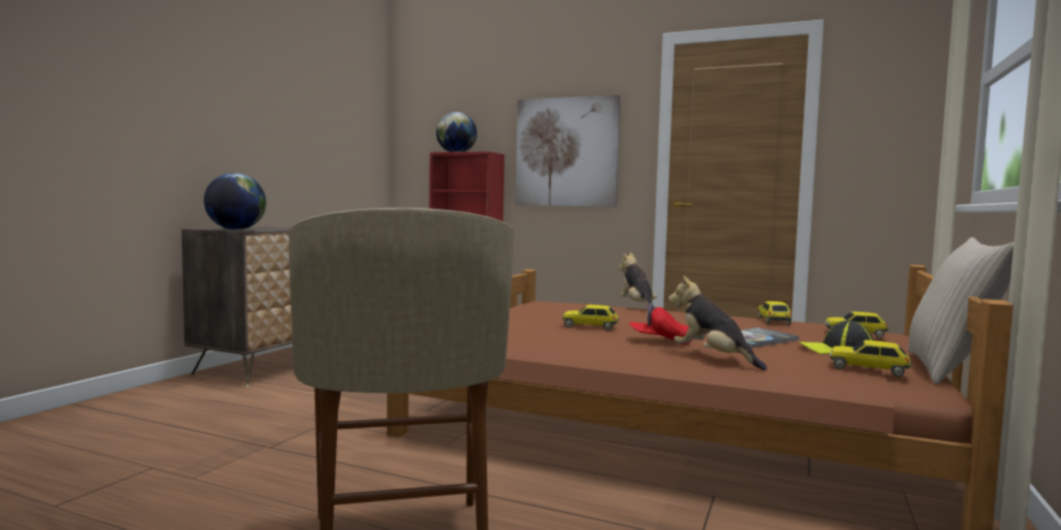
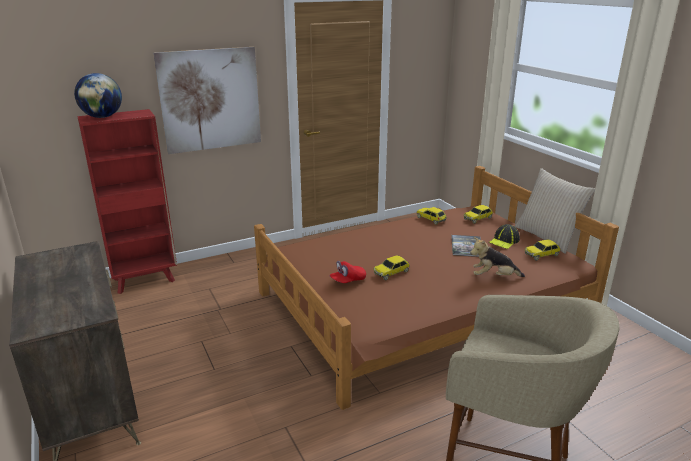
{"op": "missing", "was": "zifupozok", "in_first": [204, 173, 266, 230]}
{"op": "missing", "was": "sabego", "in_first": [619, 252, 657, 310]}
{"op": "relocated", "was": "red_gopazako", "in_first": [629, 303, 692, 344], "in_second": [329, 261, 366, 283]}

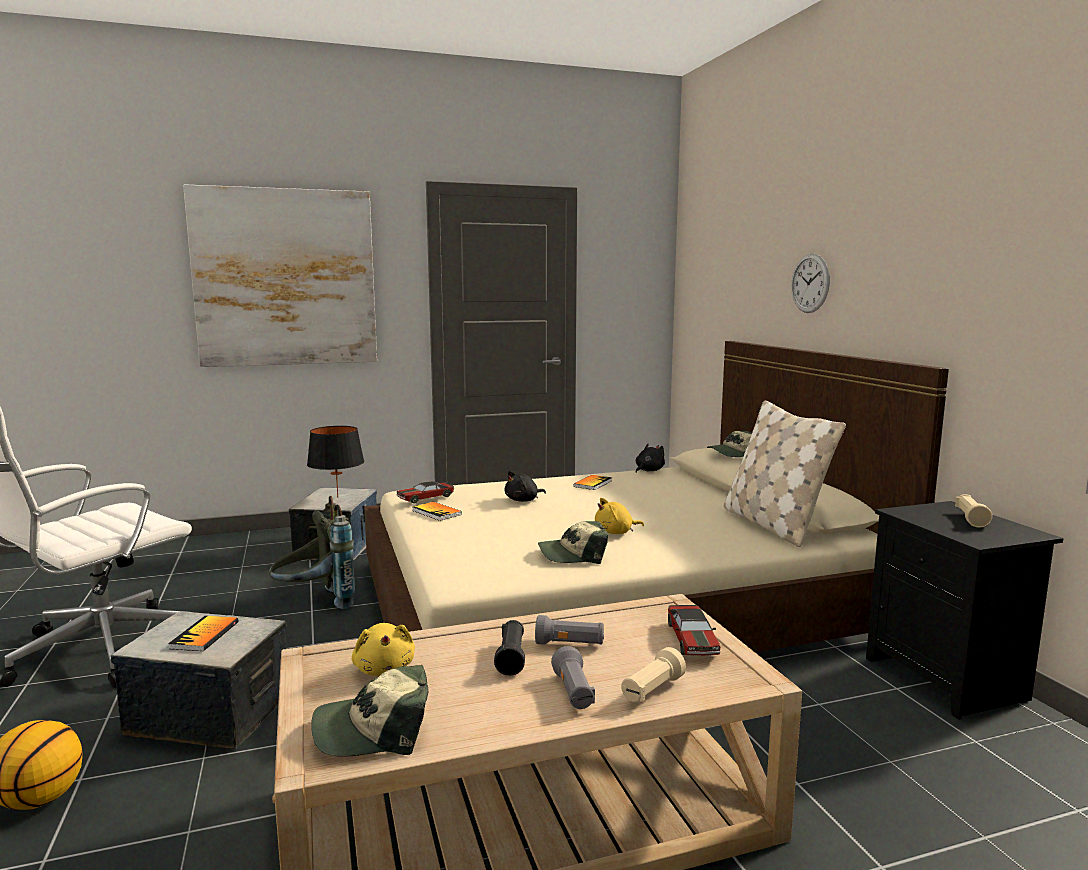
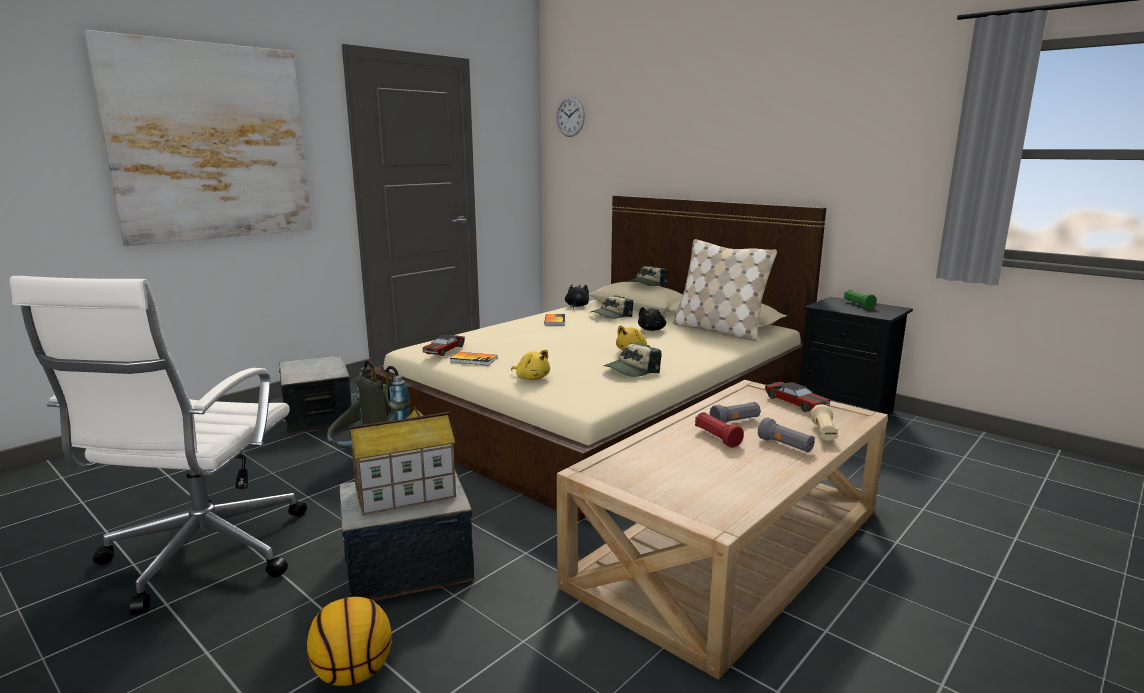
{"op": "relocated", "was": "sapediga", "in_first": [791, 254, 830, 313], "in_second": [556, 96, 585, 137]}
{"op": "missing", "was": "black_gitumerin", "in_first": [307, 426, 364, 498]}
{"op": "relocated", "was": "black_sabego", "in_first": [505, 471, 546, 502], "in_second": [638, 307, 666, 331]}
{"op": "colour", "was": "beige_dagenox", "now": "green_dagenox", "in_first": [955, 494, 993, 528], "in_second": [844, 290, 877, 309]}
{"op": "exchanged", "was": "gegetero", "now": "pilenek", "in_first": [168, 616, 238, 651], "in_second": [349, 407, 456, 515]}
{"op": "colour", "was": "black_dagenox", "now": "red_dagenox", "in_first": [494, 620, 525, 676], "in_second": [695, 412, 744, 448]}
{"op": "relocated", "was": "yellow_sabego", "in_first": [352, 623, 415, 676], "in_second": [511, 350, 550, 380]}
{"op": "relocated", "was": "gopazako", "in_first": [311, 665, 429, 757], "in_second": [591, 295, 633, 319]}

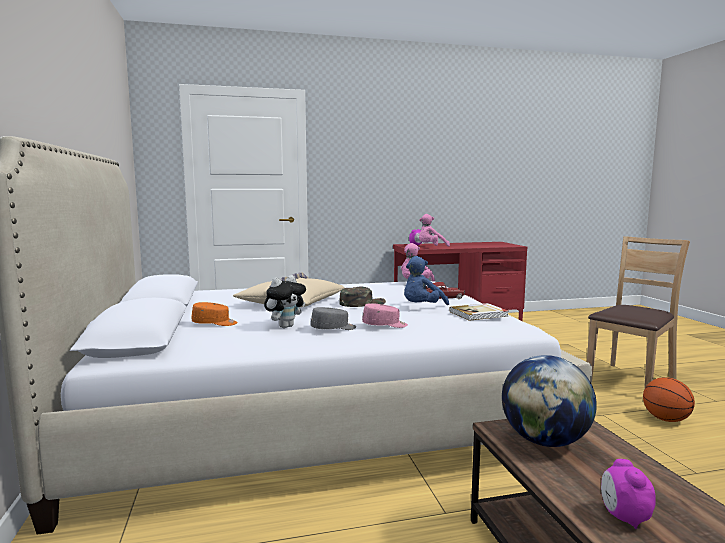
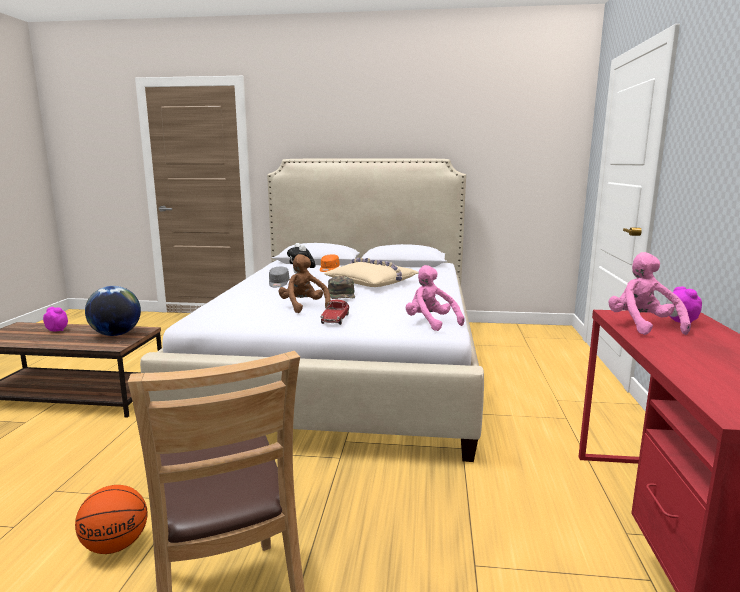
{"op": "colour", "was": "blue_sabego", "now": "brown_sabego", "in_first": [404, 256, 449, 305], "in_second": [279, 254, 331, 313]}
{"op": "missing", "was": "pink_gopazako", "in_first": [362, 303, 408, 328]}
{"op": "missing", "was": "gegetero", "in_first": [449, 303, 508, 321]}

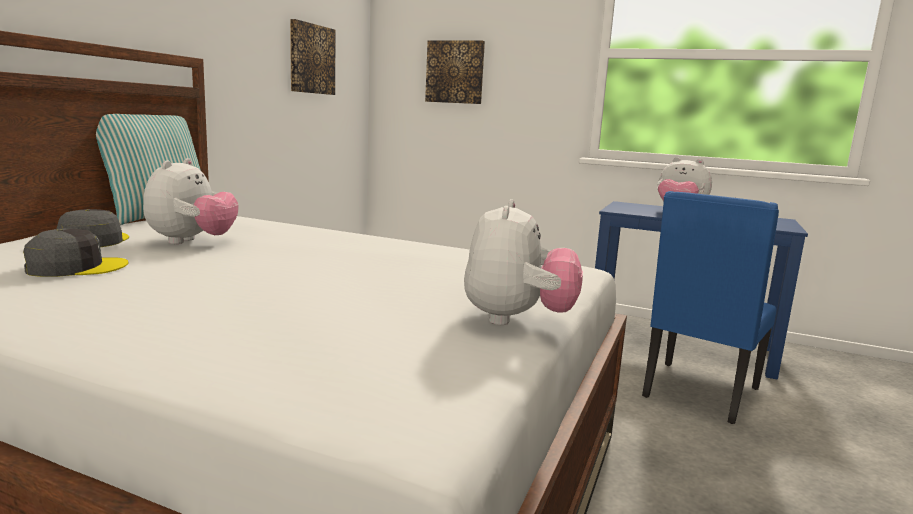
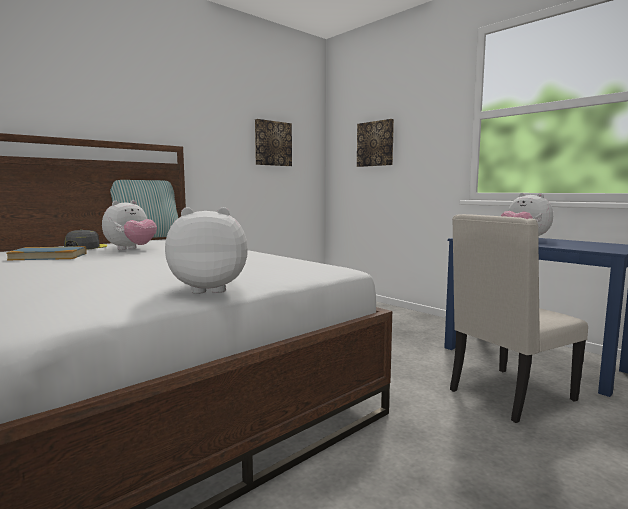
{"op": "colour", "was": "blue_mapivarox", "now": "beige_mapivarox", "in_first": [642, 191, 779, 424], "in_second": [450, 214, 588, 423]}
{"op": "spun", "was": "sabego", "in_first": [464, 199, 583, 325], "in_second": [165, 207, 248, 294], "clockwise": -135}
{"op": "exchanged", "was": "grey_gopazako", "now": "gegetero", "in_first": [23, 229, 129, 277], "in_second": [6, 246, 87, 260]}

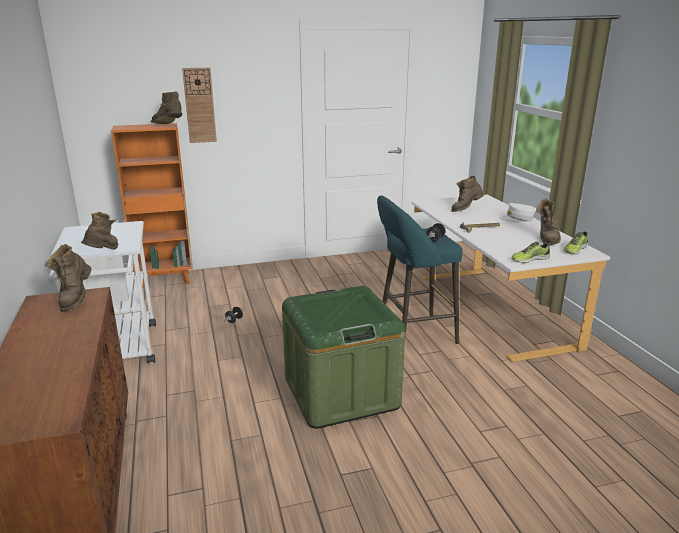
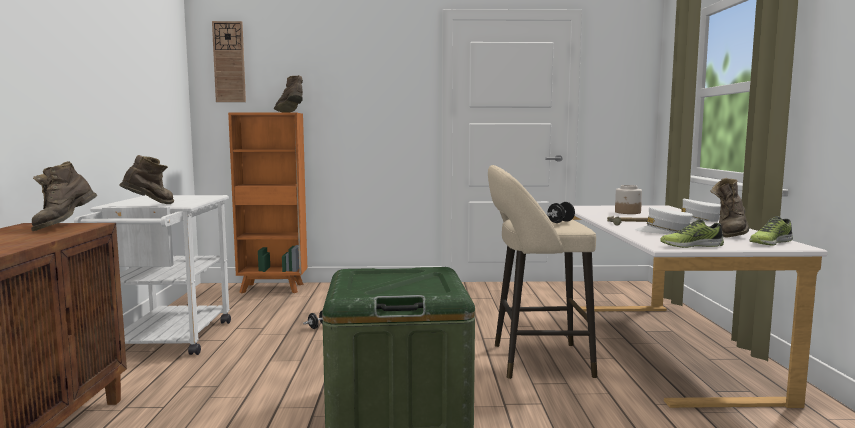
{"op": "relocated", "was": "sapediga", "in_first": [182, 68, 217, 143], "in_second": [212, 21, 246, 102]}
{"op": "exchanged", "was": "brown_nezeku", "now": "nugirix", "in_first": [451, 176, 484, 212], "in_second": [615, 185, 642, 214]}
{"op": "colour", "was": "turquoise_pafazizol", "now": "beige_pafazizol", "in_first": [377, 195, 462, 344], "in_second": [488, 165, 597, 379]}
{"op": "appeared", "now": "white_gopazako", "in_second": [635, 207, 693, 234]}

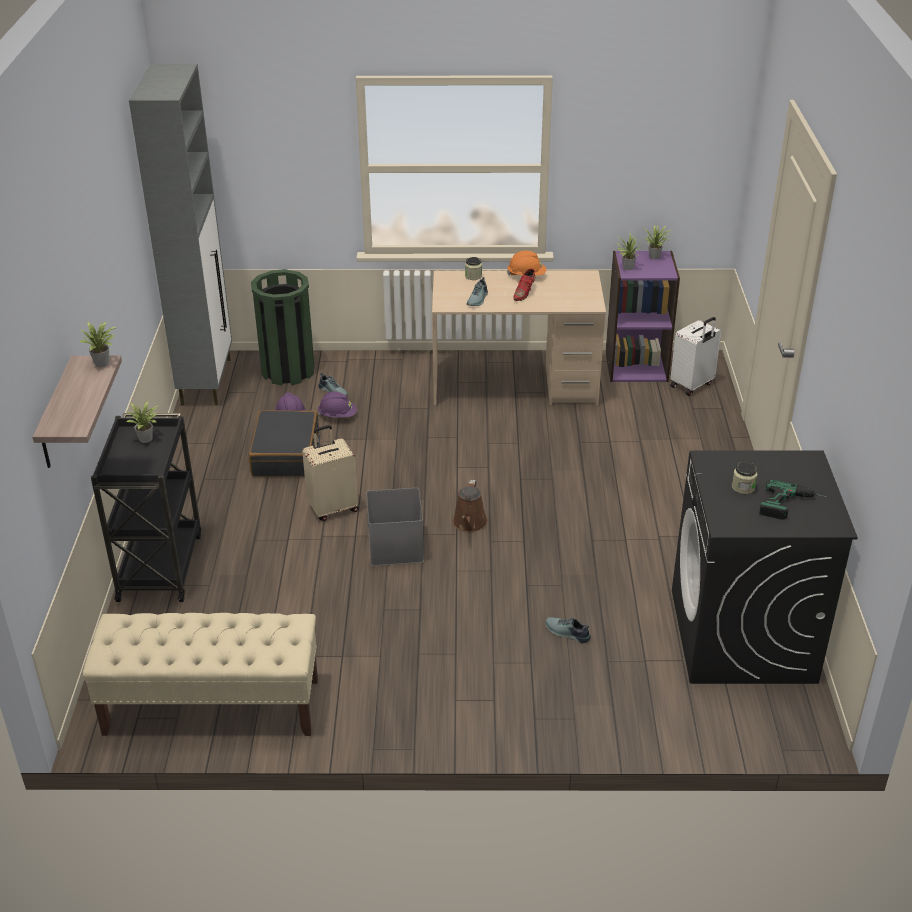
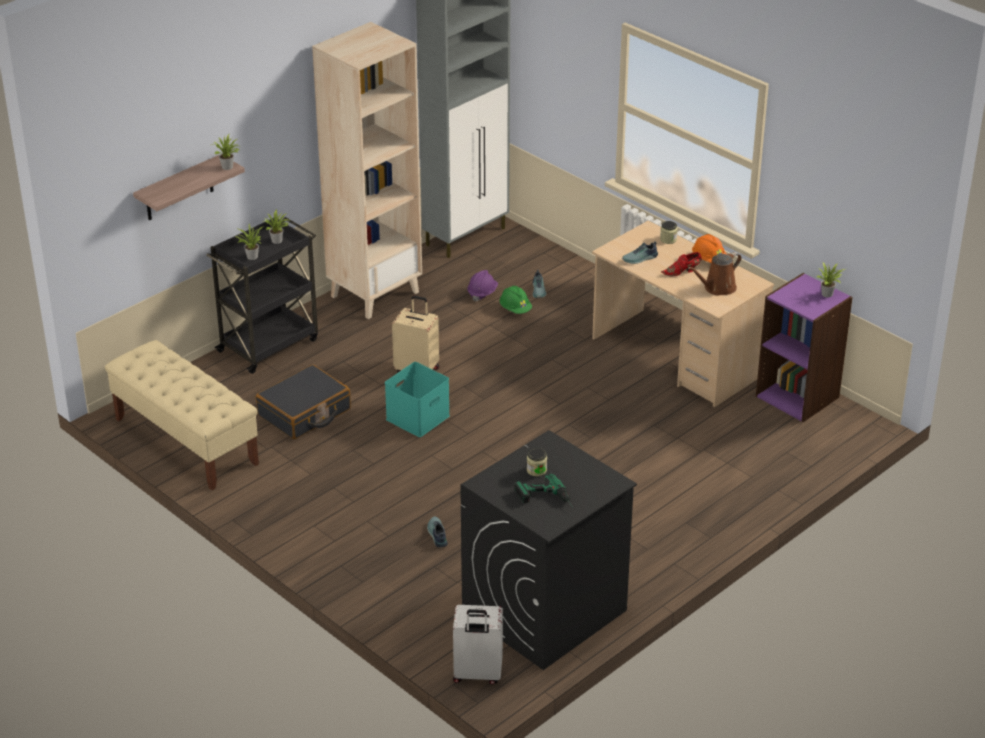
{"op": "relocated", "was": "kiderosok", "in_first": [616, 233, 641, 270], "in_second": [235, 224, 264, 260]}
{"op": "missing", "was": "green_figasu", "in_first": [251, 269, 315, 385]}
{"op": "relocated", "was": "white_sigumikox", "in_first": [670, 317, 722, 396], "in_second": [453, 605, 503, 685]}
{"op": "colour", "was": "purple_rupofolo", "now": "green_rupofolo", "in_first": [318, 392, 357, 417], "in_second": [500, 286, 532, 314]}
{"op": "relocated", "was": "black_sigumikox", "in_first": [249, 410, 320, 477], "in_second": [256, 365, 351, 439]}
{"op": "relocated", "was": "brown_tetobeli", "in_first": [453, 480, 488, 533], "in_second": [688, 252, 742, 296]}
{"op": "colour", "was": "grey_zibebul", "now": "turquoise_zibebul", "in_first": [366, 488, 424, 566], "in_second": [385, 362, 450, 437]}
{"op": "appeared", "now": "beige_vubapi", "in_second": [312, 22, 422, 319]}

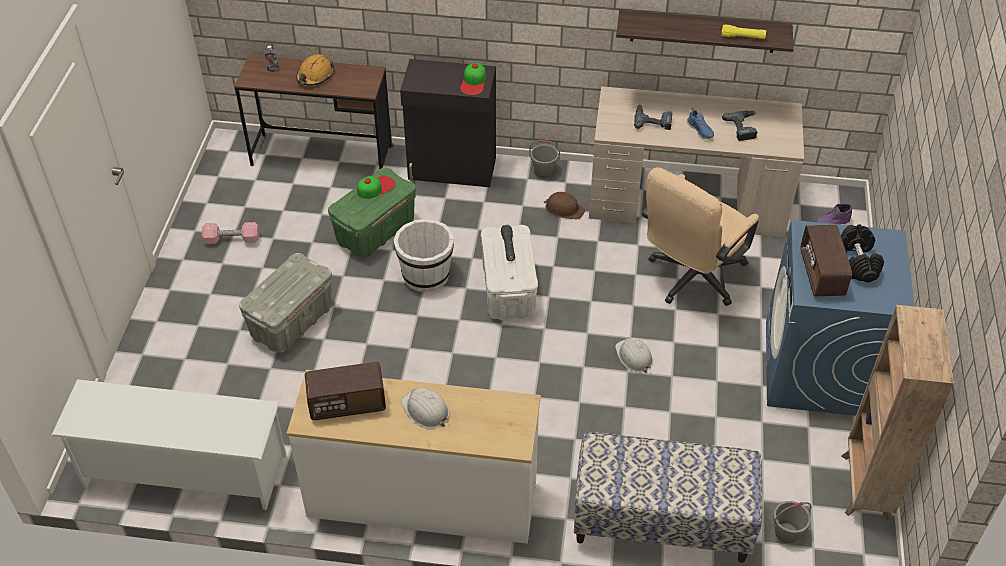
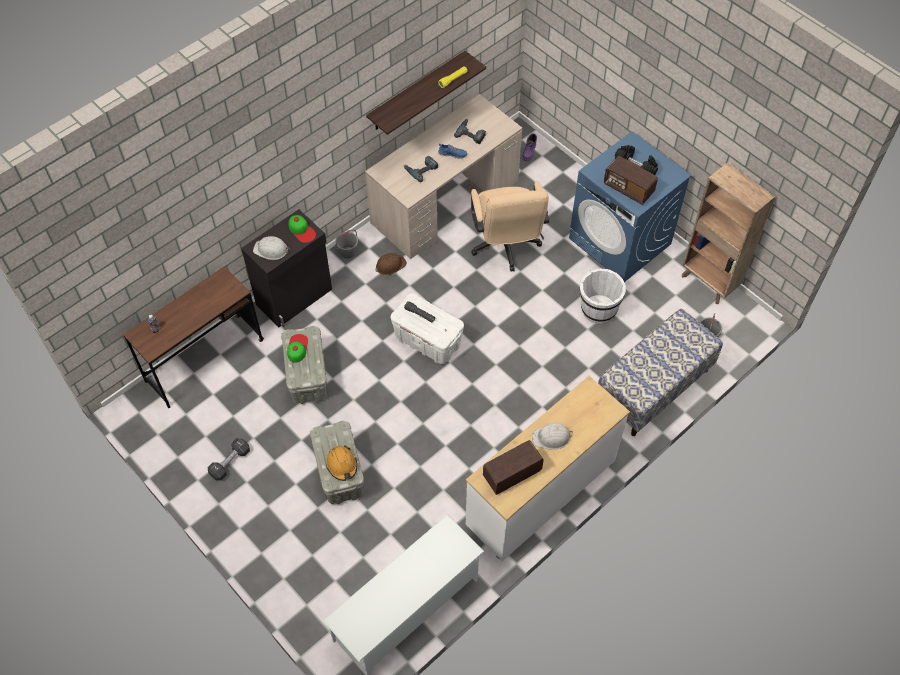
{"op": "relocated", "was": "orange_rupofolo", "in_first": [296, 54, 334, 86], "in_second": [326, 445, 357, 481]}
{"op": "colour", "was": "green_zibebul", "now": "grey_zibebul", "in_first": [328, 168, 416, 258], "in_second": [281, 326, 328, 404]}
{"op": "relocated", "was": "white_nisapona", "in_first": [394, 219, 454, 292], "in_second": [580, 268, 626, 324]}
{"op": "colour", "was": "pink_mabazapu", "now": "black_mabazapu", "in_first": [202, 222, 259, 244], "in_second": [208, 438, 250, 480]}
{"op": "relocated", "was": "white_rupofolo", "in_first": [615, 338, 653, 373], "in_second": [253, 236, 290, 260]}
{"op": "spun", "was": "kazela", "in_first": [305, 362, 386, 420], "in_second": [483, 440, 544, 495], "clockwise": -150}

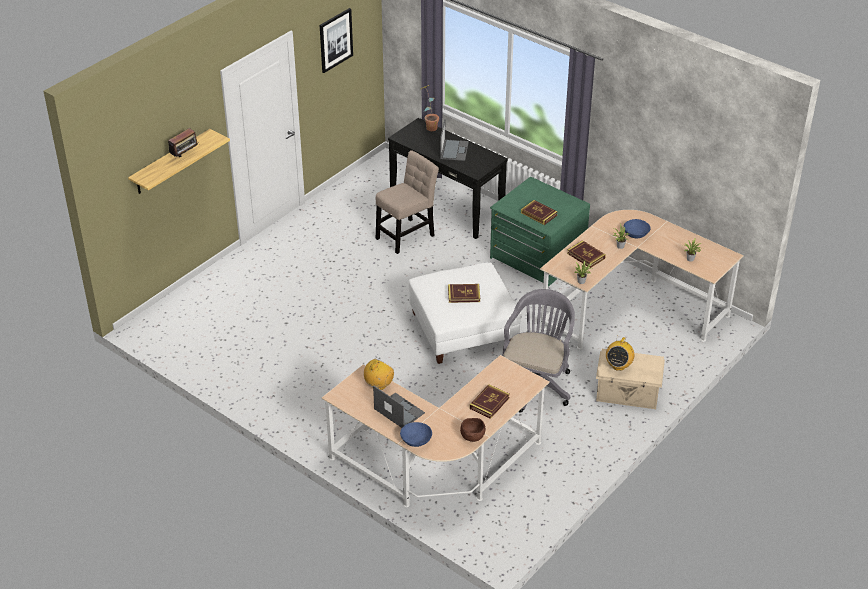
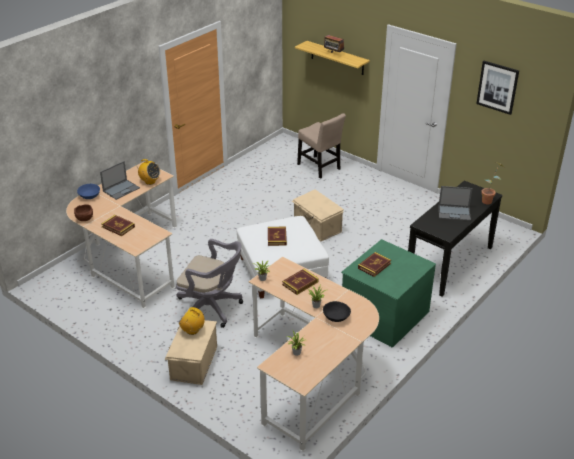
{"op": "relocated", "was": "beige_mapivarox", "in_first": [376, 150, 439, 254], "in_second": [297, 113, 346, 179]}
{"op": "colour", "was": "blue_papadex", "now": "black_papadex", "in_first": [623, 219, 651, 239], "in_second": [323, 301, 351, 322]}
{"op": "appeared", "now": "beige_zibebul", "in_second": [292, 189, 344, 241]}

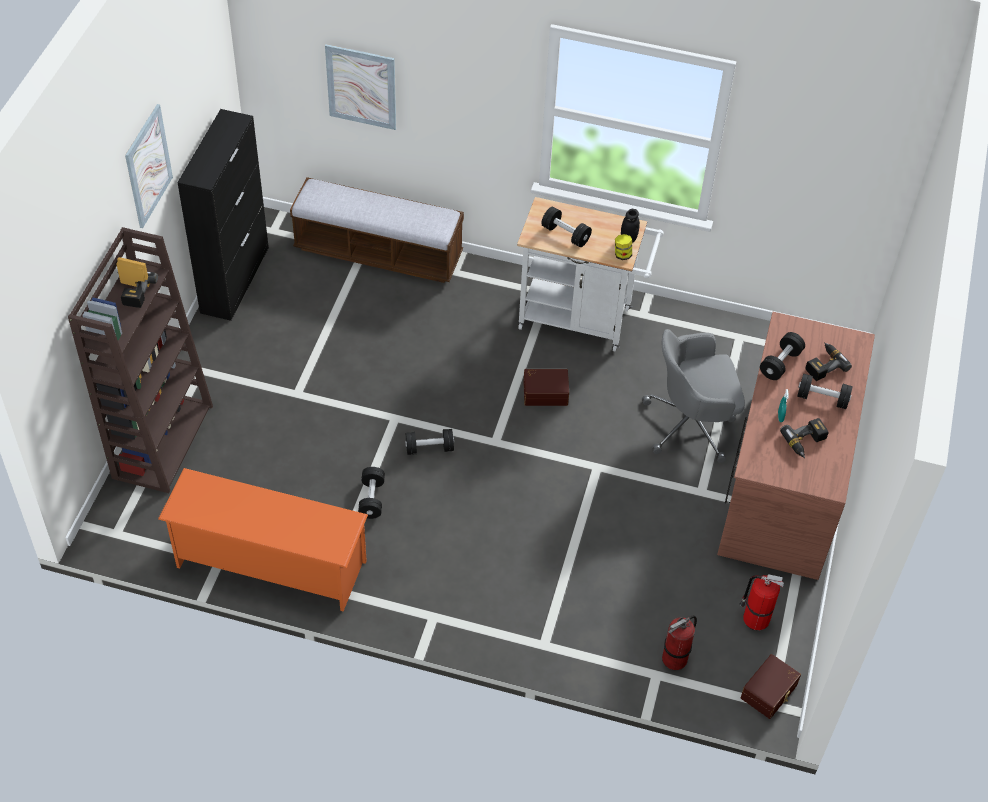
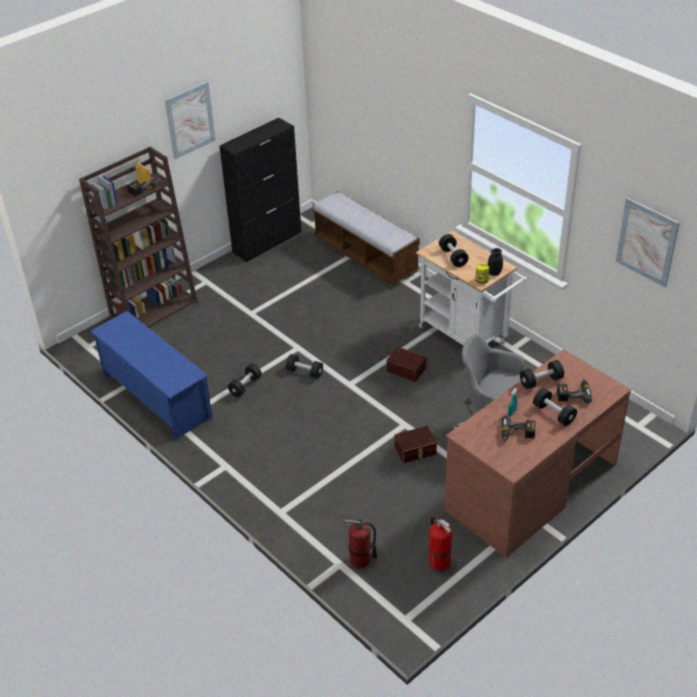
{"op": "relocated", "was": "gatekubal", "in_first": [325, 44, 396, 130], "in_second": [616, 197, 680, 287]}
{"op": "colour", "was": "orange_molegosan", "now": "blue_molegosan", "in_first": [158, 468, 368, 612], "in_second": [90, 311, 213, 440]}
{"op": "relocated", "was": "brown_zibebul", "in_first": [741, 654, 801, 719], "in_second": [395, 426, 437, 463]}

